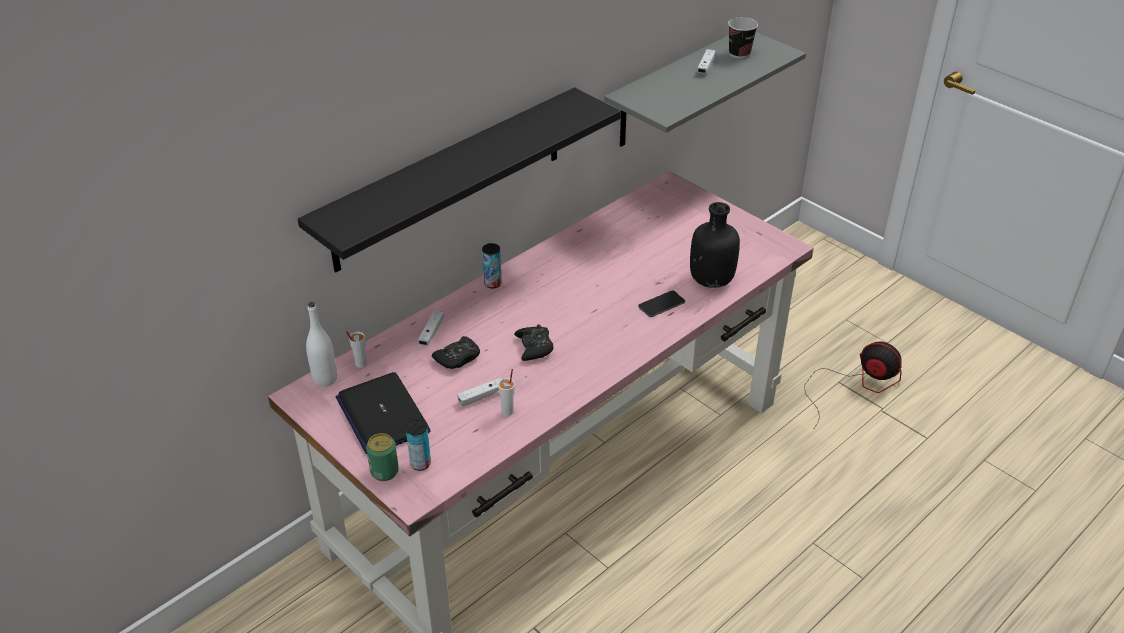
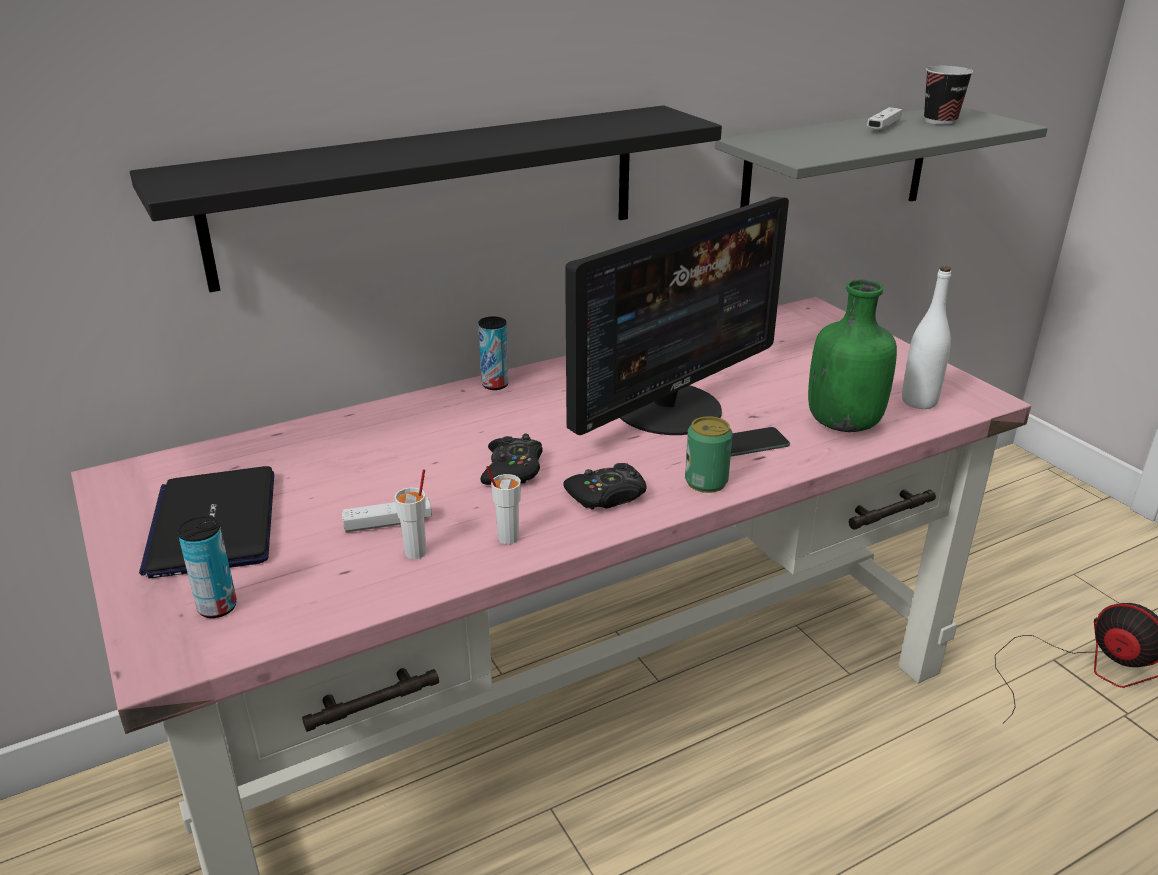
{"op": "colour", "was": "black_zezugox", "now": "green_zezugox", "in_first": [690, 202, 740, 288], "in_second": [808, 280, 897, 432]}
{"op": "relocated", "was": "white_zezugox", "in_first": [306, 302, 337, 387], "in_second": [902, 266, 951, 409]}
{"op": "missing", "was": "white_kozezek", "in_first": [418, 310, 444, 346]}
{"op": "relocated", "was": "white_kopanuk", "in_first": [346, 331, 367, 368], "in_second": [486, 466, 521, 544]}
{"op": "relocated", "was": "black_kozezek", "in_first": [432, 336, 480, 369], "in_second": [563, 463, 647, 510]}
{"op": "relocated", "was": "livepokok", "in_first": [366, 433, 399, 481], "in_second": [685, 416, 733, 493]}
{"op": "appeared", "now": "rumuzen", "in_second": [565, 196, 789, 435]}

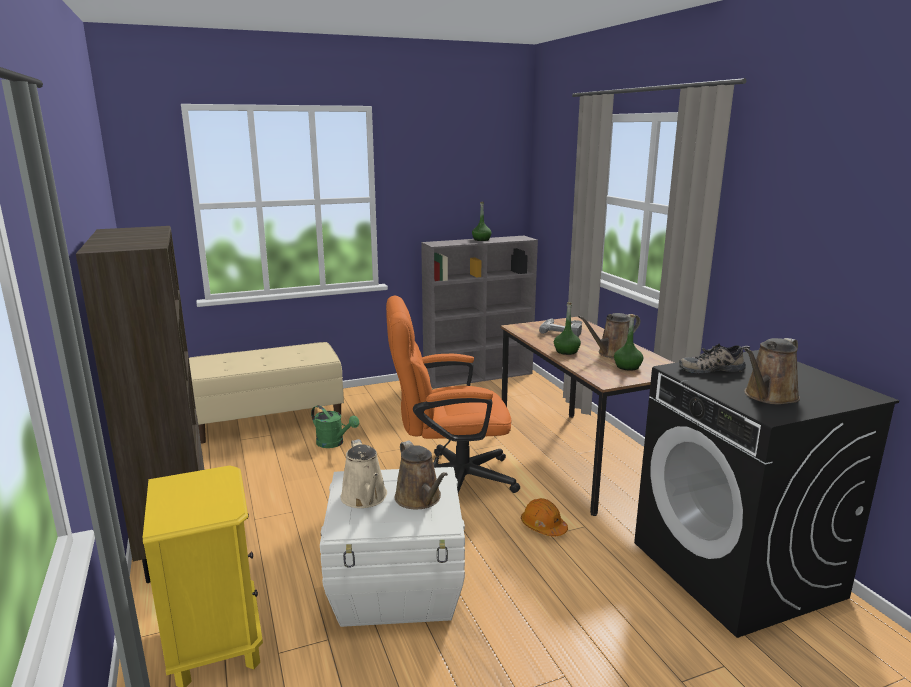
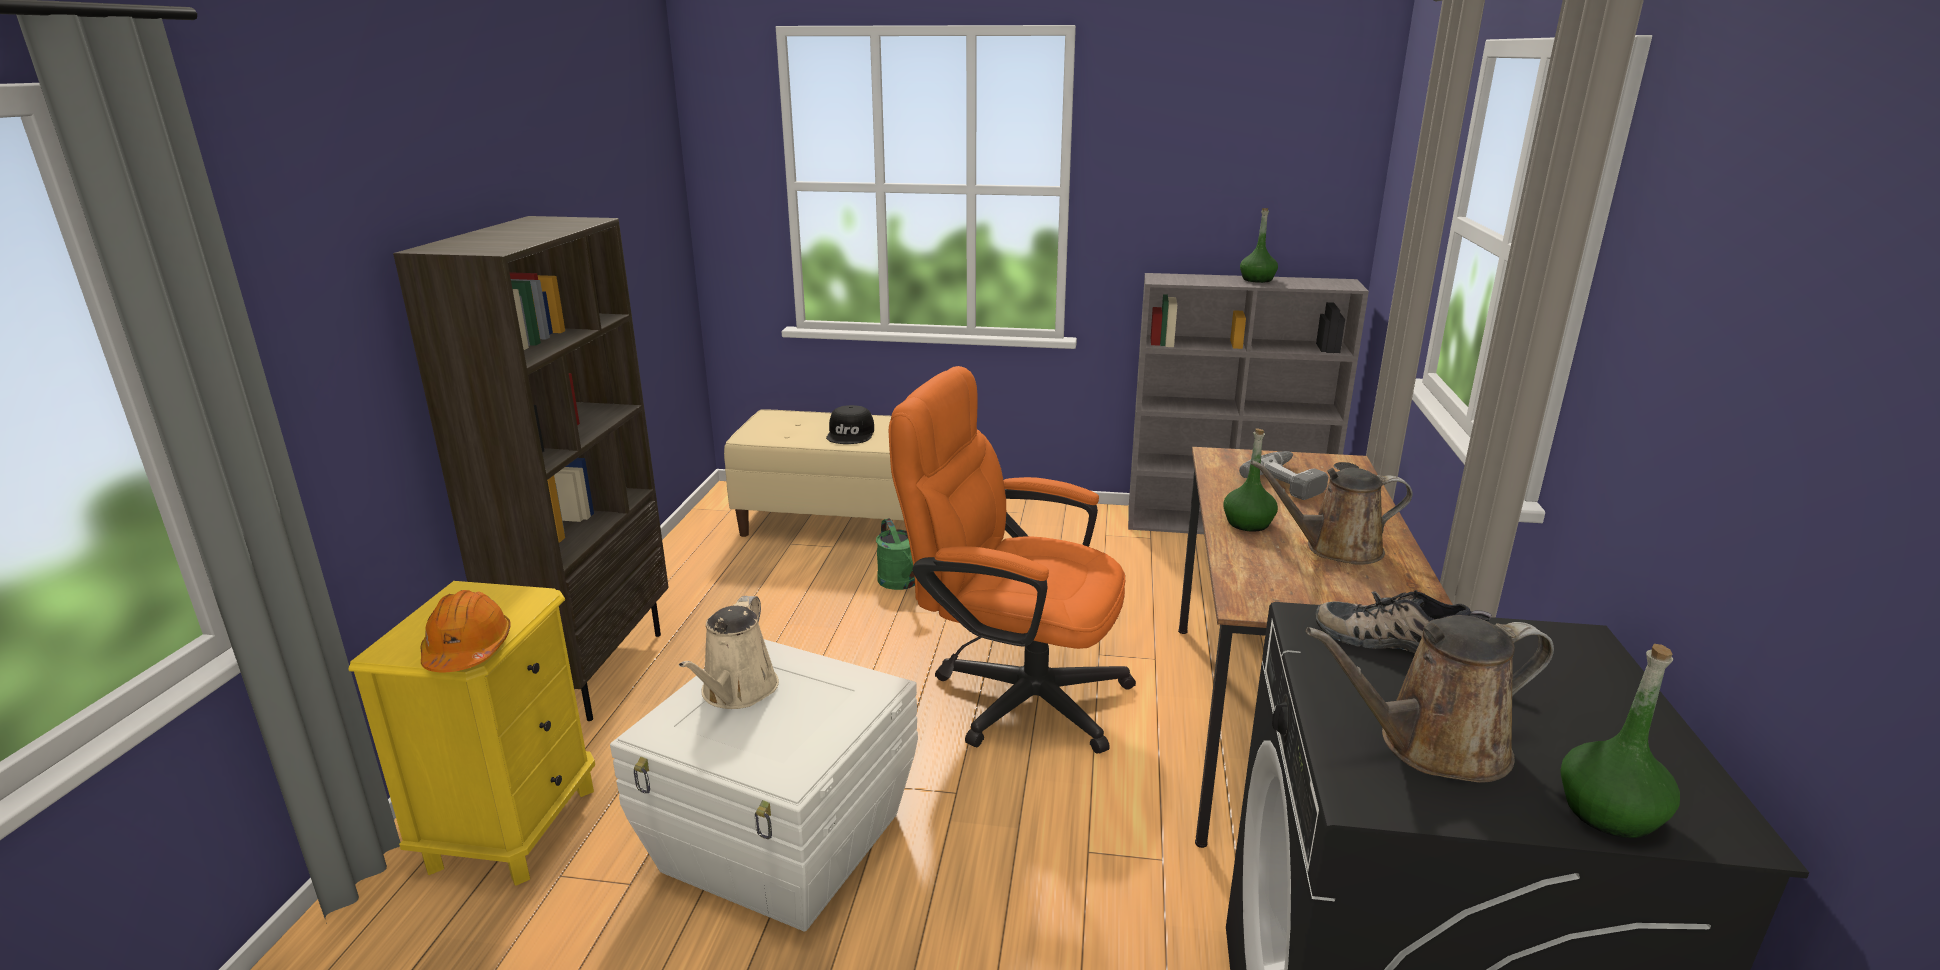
{"op": "relocated", "was": "green_zezugox", "in_first": [614, 314, 643, 371], "in_second": [1561, 644, 1680, 838]}
{"op": "missing", "was": "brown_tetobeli", "in_first": [395, 441, 448, 509]}
{"op": "relocated", "was": "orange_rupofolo", "in_first": [521, 498, 568, 537], "in_second": [420, 590, 511, 673]}
{"op": "appeared", "now": "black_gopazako", "in_second": [826, 405, 874, 444]}

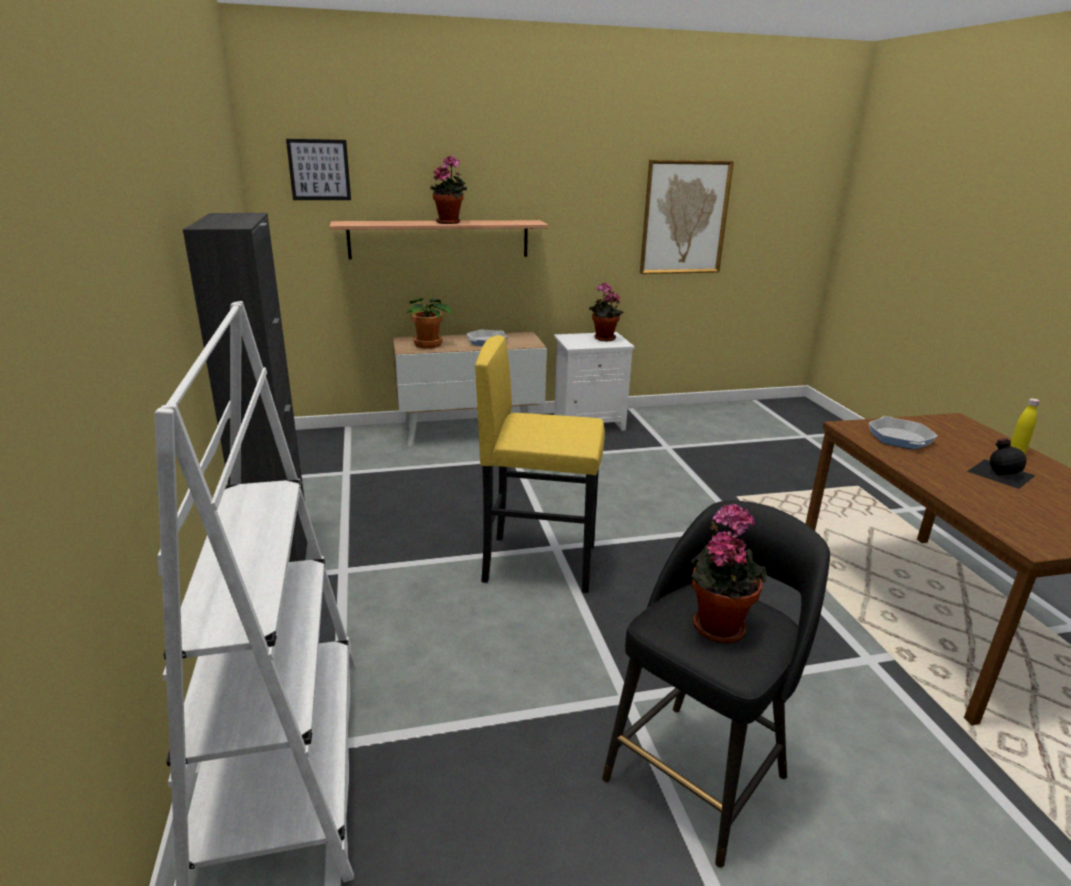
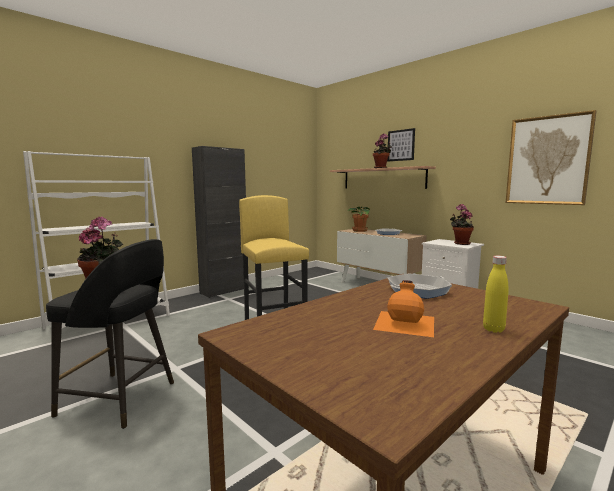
{"op": "relocated", "was": "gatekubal", "in_first": [286, 139, 351, 200], "in_second": [387, 128, 415, 161]}
{"op": "colour", "was": "black_zezugox", "now": "orange_zezugox", "in_first": [967, 438, 1036, 489], "in_second": [373, 280, 434, 337]}

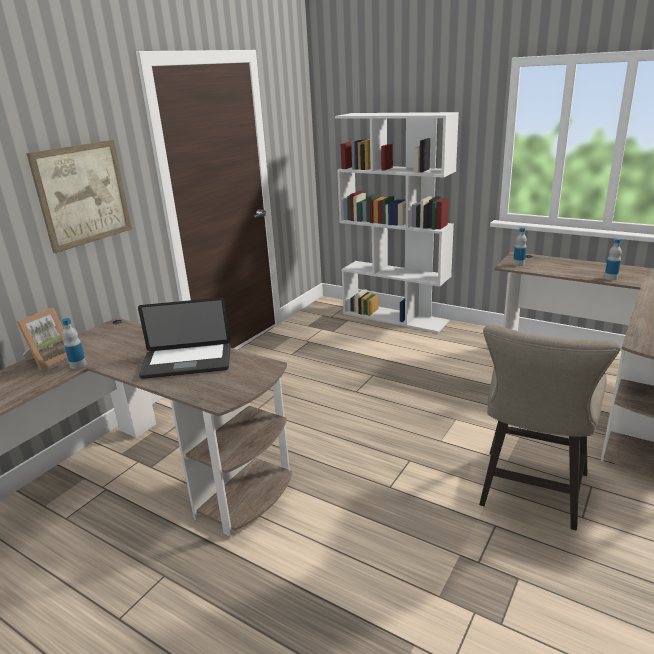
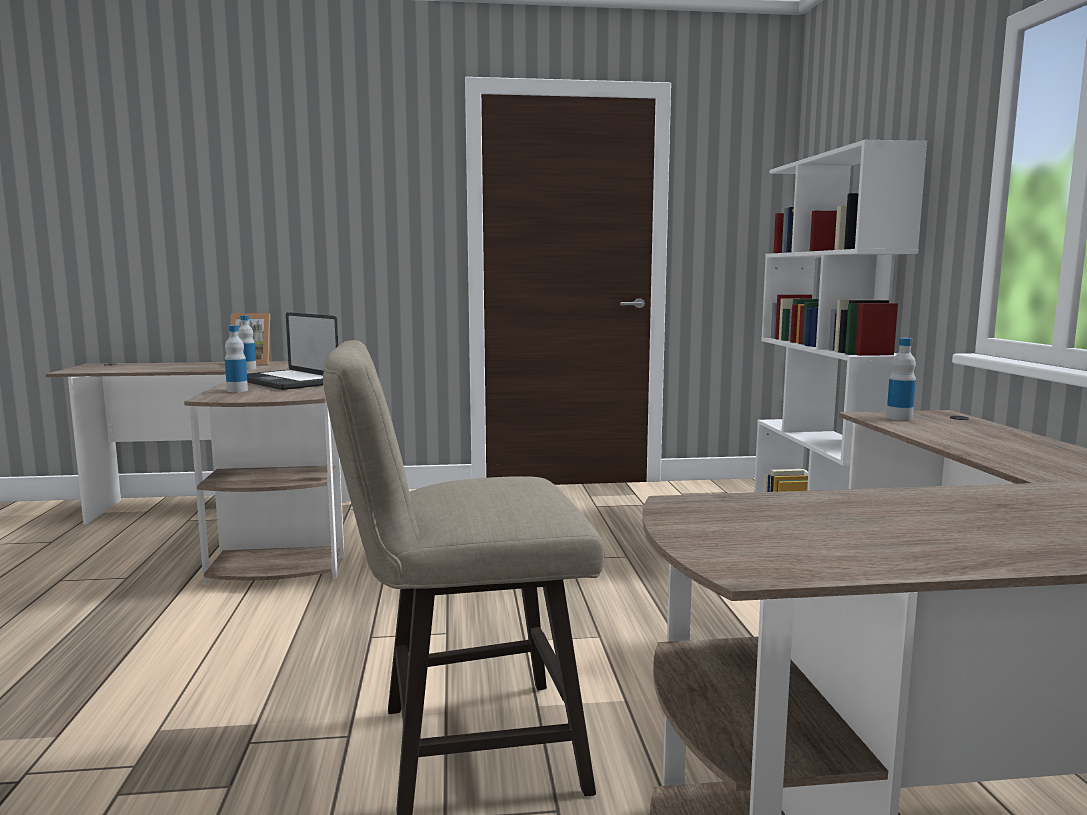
{"op": "missing", "was": "gatekubal", "in_first": [26, 140, 132, 253]}
{"op": "relocated", "was": "zezugox", "in_first": [604, 238, 622, 280], "in_second": [225, 325, 248, 392]}

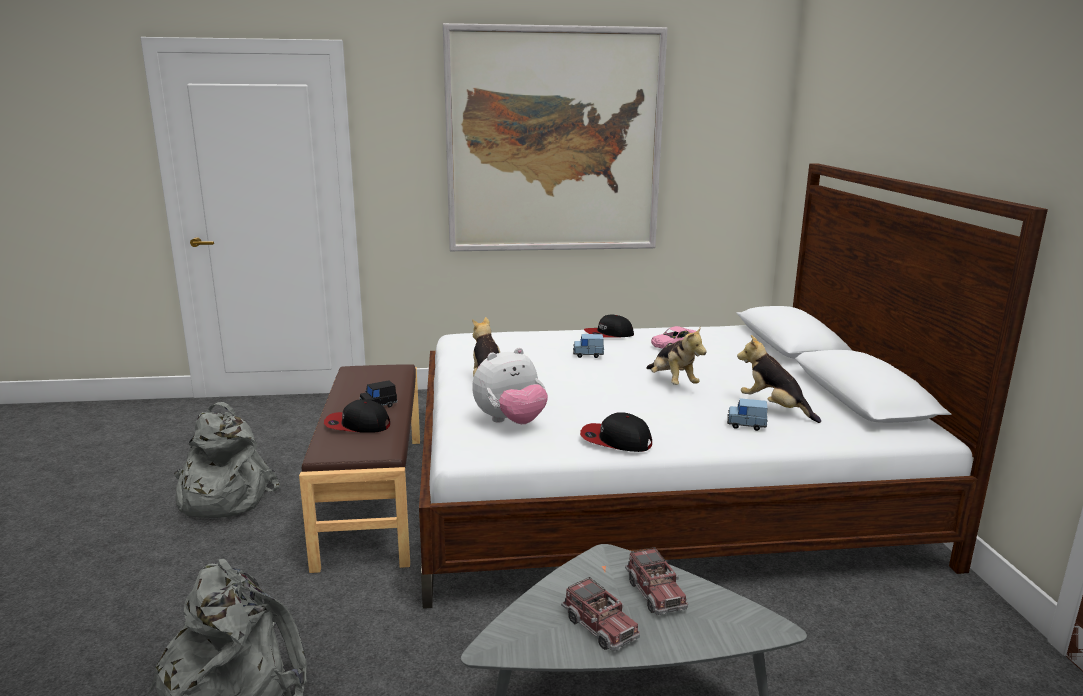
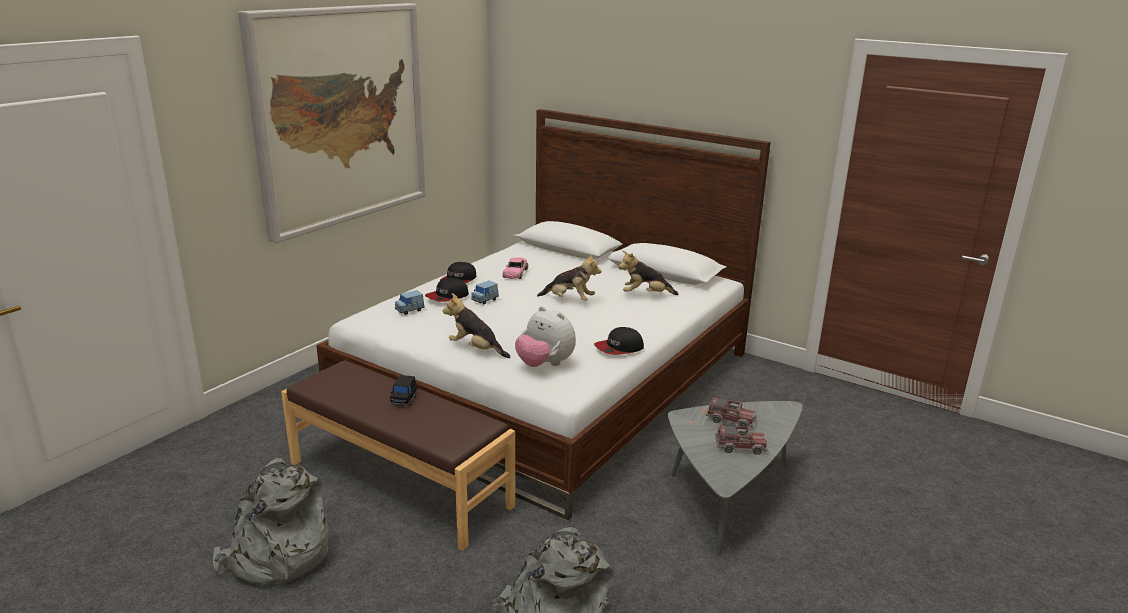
{"op": "spun", "was": "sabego", "in_first": [472, 348, 548, 424], "in_second": [515, 306, 576, 367], "clockwise": 120}
{"op": "relocated", "was": "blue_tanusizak", "in_first": [727, 398, 768, 431], "in_second": [395, 290, 425, 315]}
{"op": "relocated", "was": "gopazako", "in_first": [324, 399, 390, 433], "in_second": [425, 278, 469, 302]}

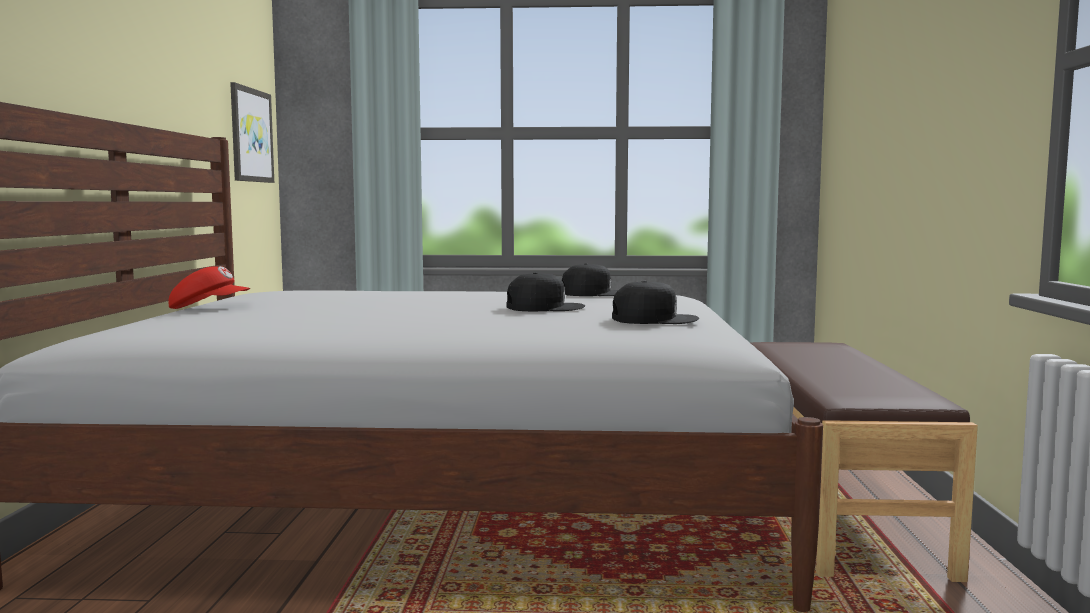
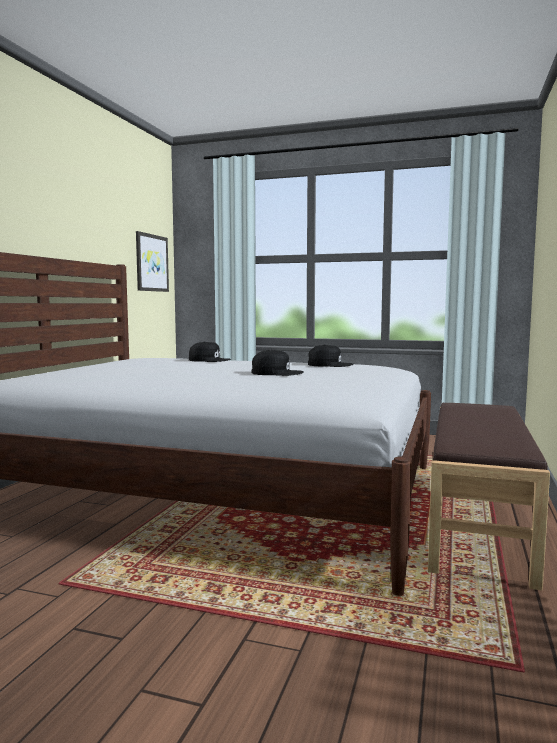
{"op": "missing", "was": "red_gopazako", "in_first": [168, 266, 250, 309]}
{"op": "relocated", "was": "black_gopazako", "in_first": [612, 281, 699, 324], "in_second": [189, 341, 231, 362]}

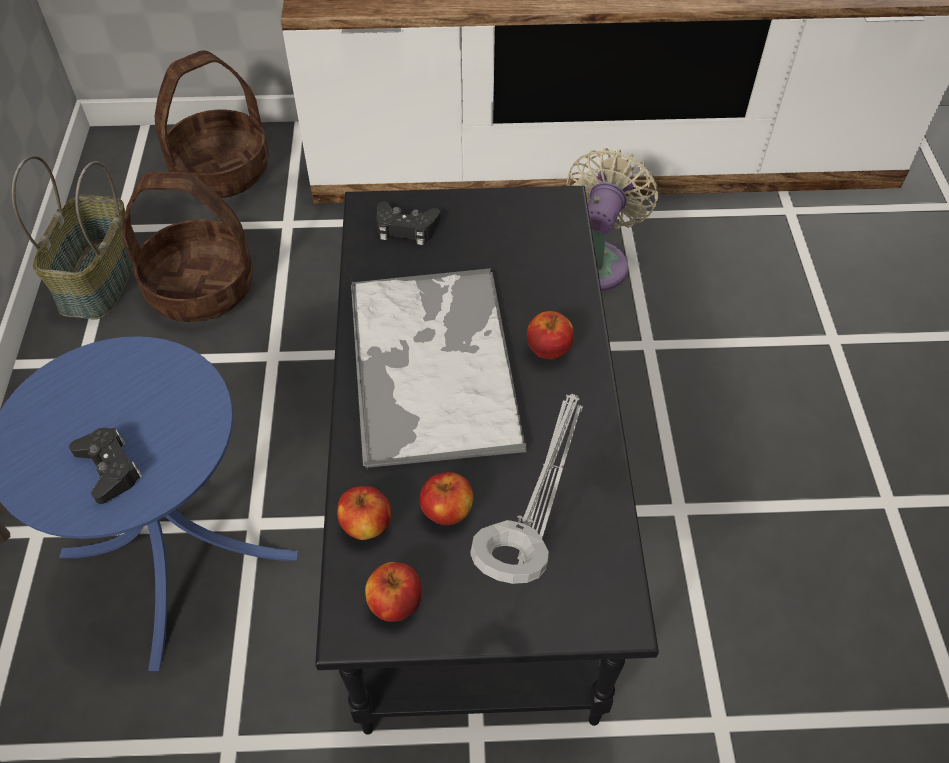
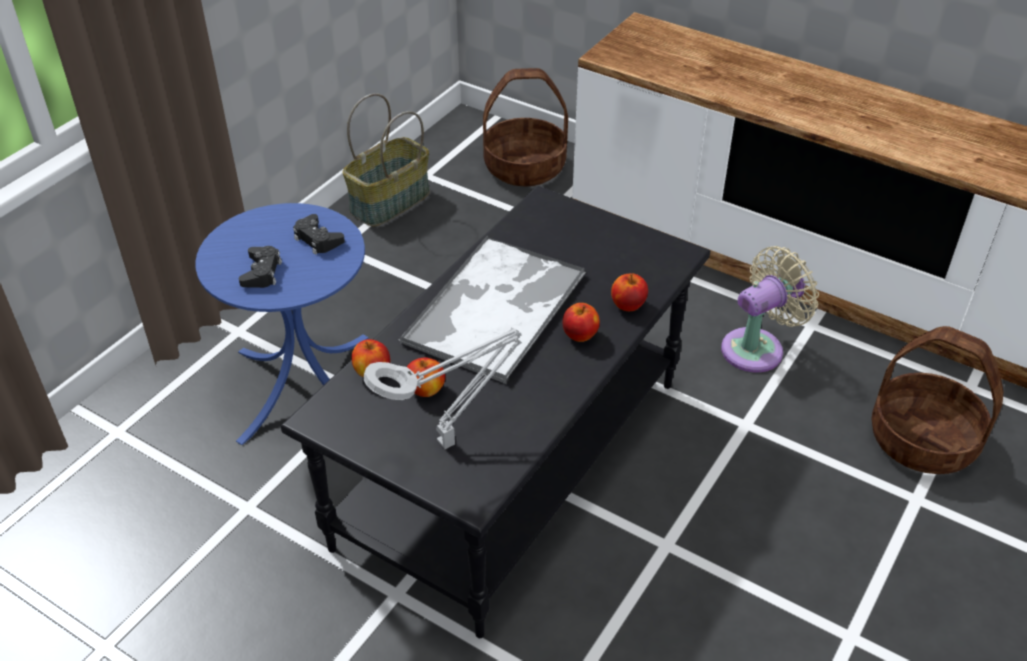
{"op": "relocated", "was": "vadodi", "in_first": [122, 172, 253, 322], "in_second": [871, 326, 1004, 474]}
{"op": "relocated", "was": "black_kozezek", "in_first": [376, 201, 441, 245], "in_second": [293, 214, 345, 255]}
{"op": "relocated", "was": "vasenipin", "in_first": [365, 562, 422, 622], "in_second": [611, 273, 648, 311]}

